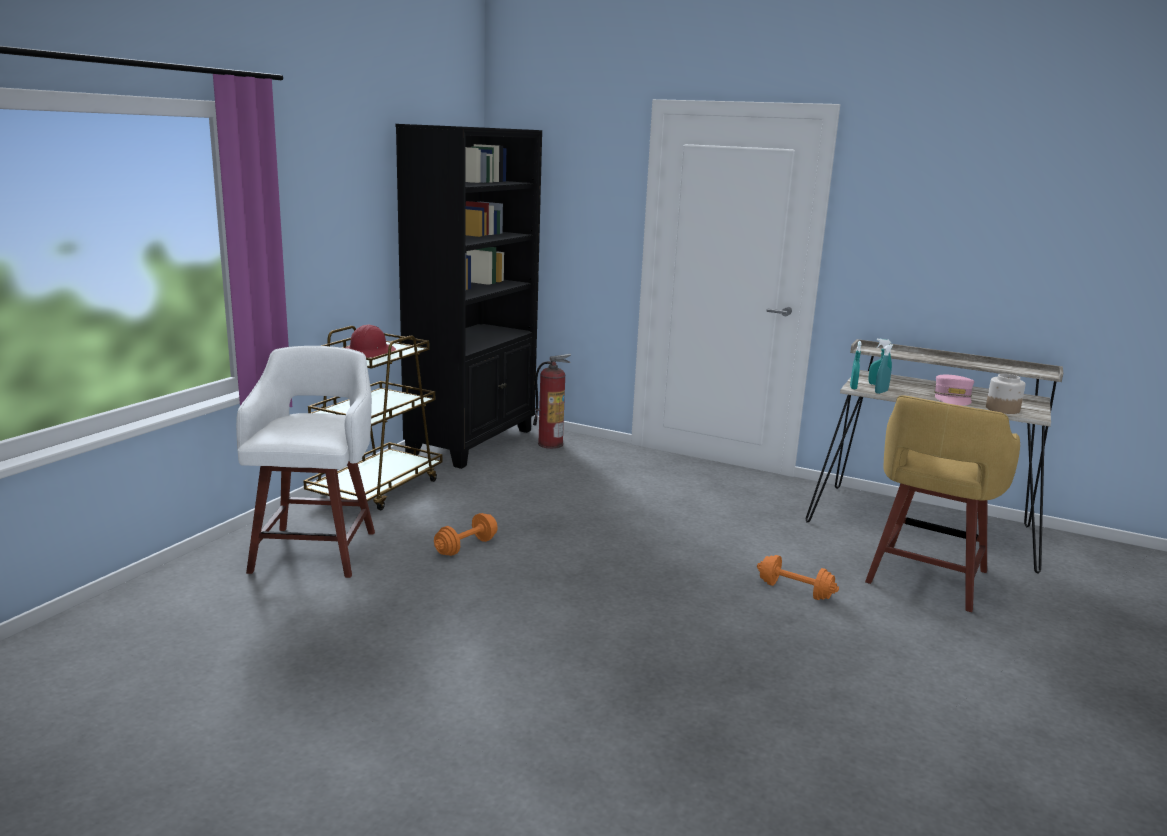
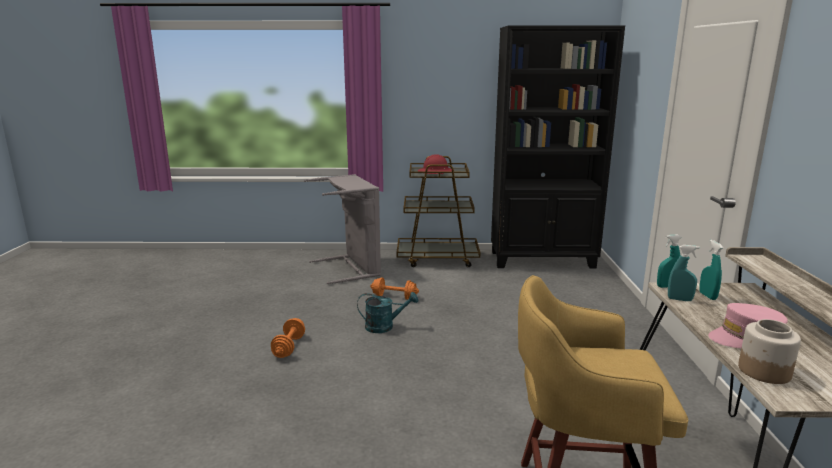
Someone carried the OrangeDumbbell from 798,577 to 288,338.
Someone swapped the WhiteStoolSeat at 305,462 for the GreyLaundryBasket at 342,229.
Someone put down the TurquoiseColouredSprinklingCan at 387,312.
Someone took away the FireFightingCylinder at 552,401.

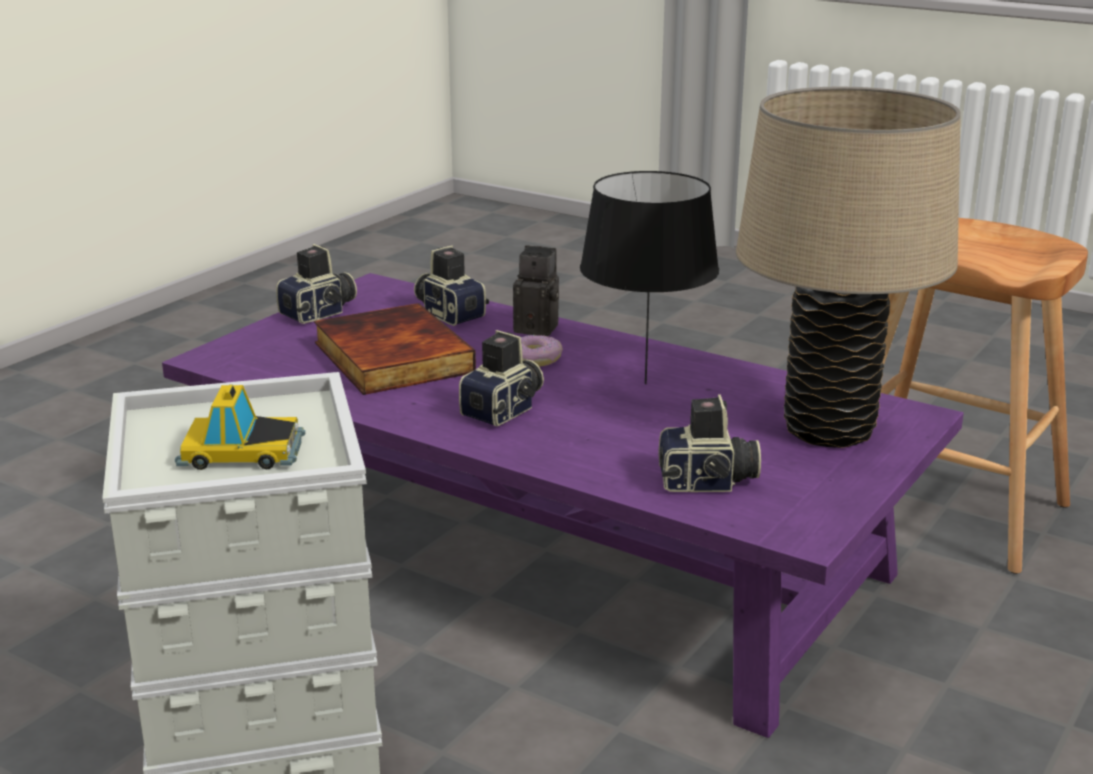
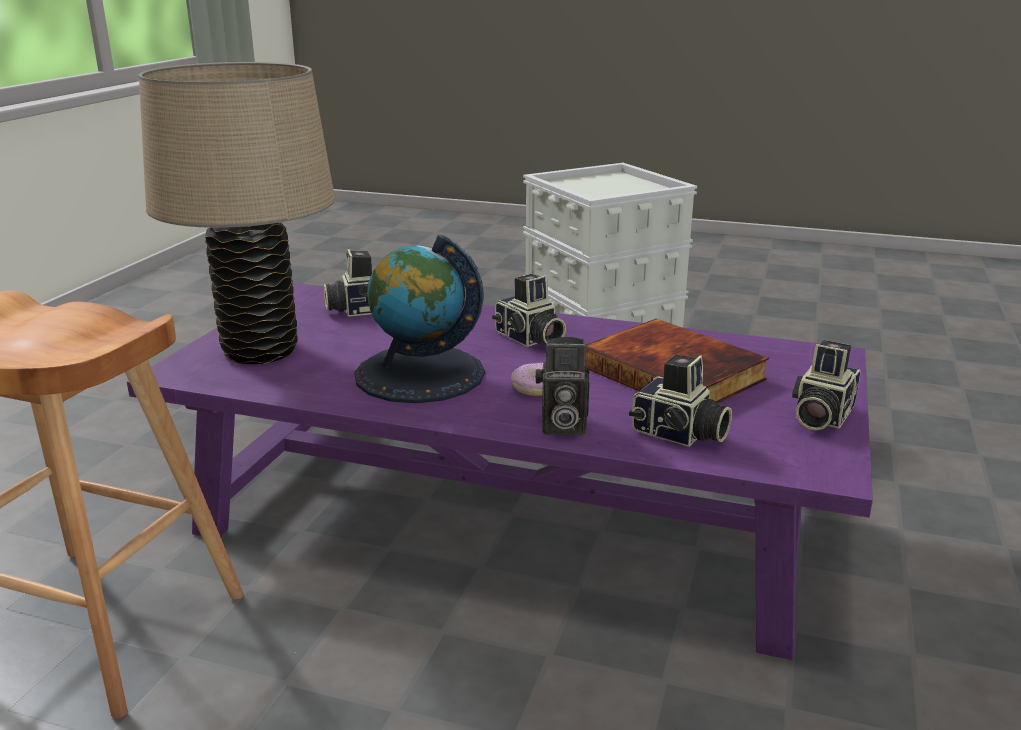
Someone swapped the BlackColouredLampForATable at 649,277 for the DeskGlobe at 419,318.
Someone rotated the PhotoCamera at 501,378 by 60 degrees counterclockwise.
Someone took away the ModelCar at 240,427.

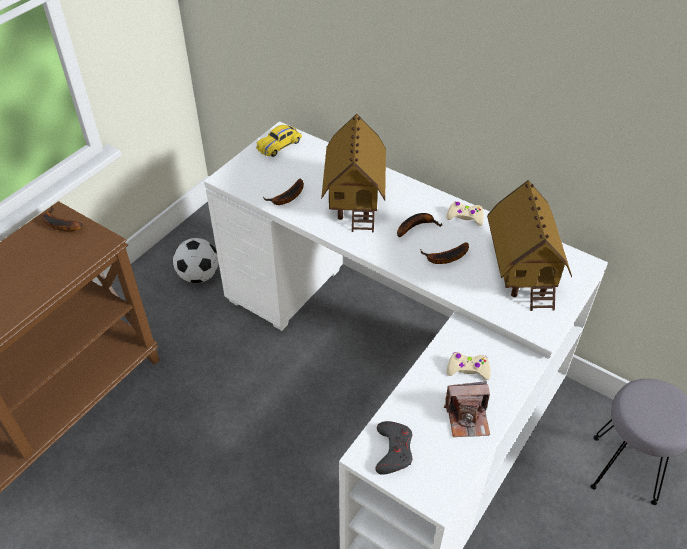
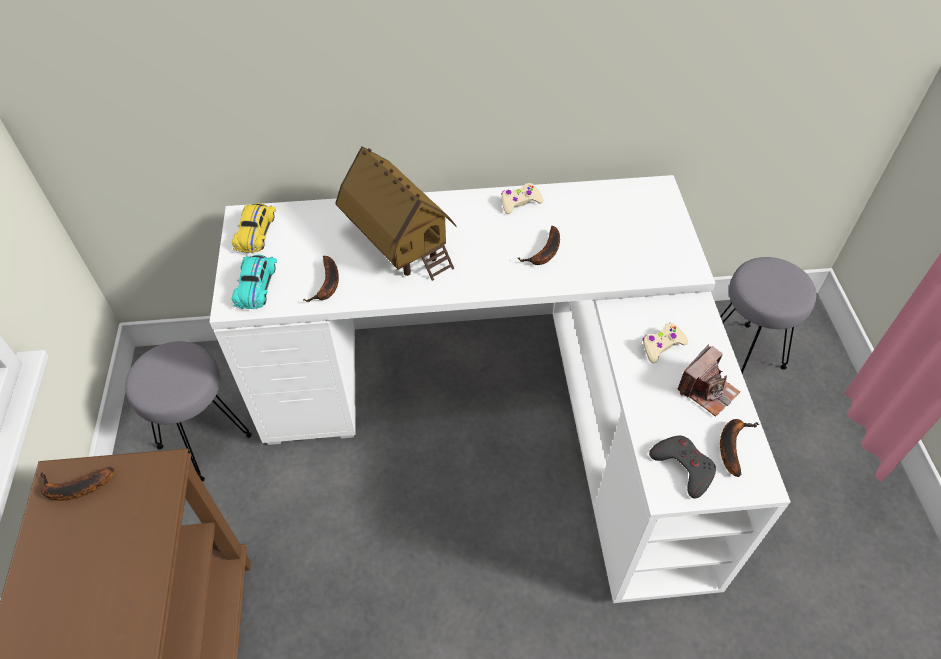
Someone swapped the FootballBall at 196,260 for the GreyStoolSeat at 188,411.
Someone put down the TurquoiseColouredModelCar at 254,282.
Someone carried the WholeBanana from 419,225 to 739,448.
Someone took away the ModelHouse at 529,245.

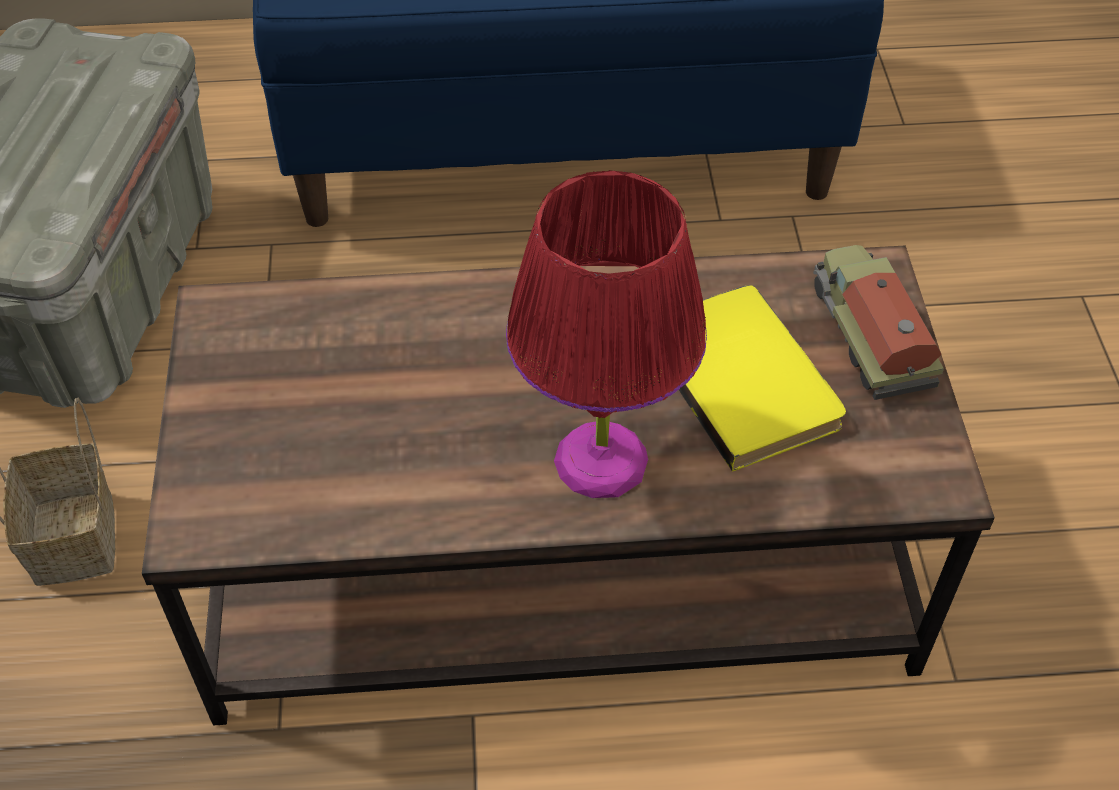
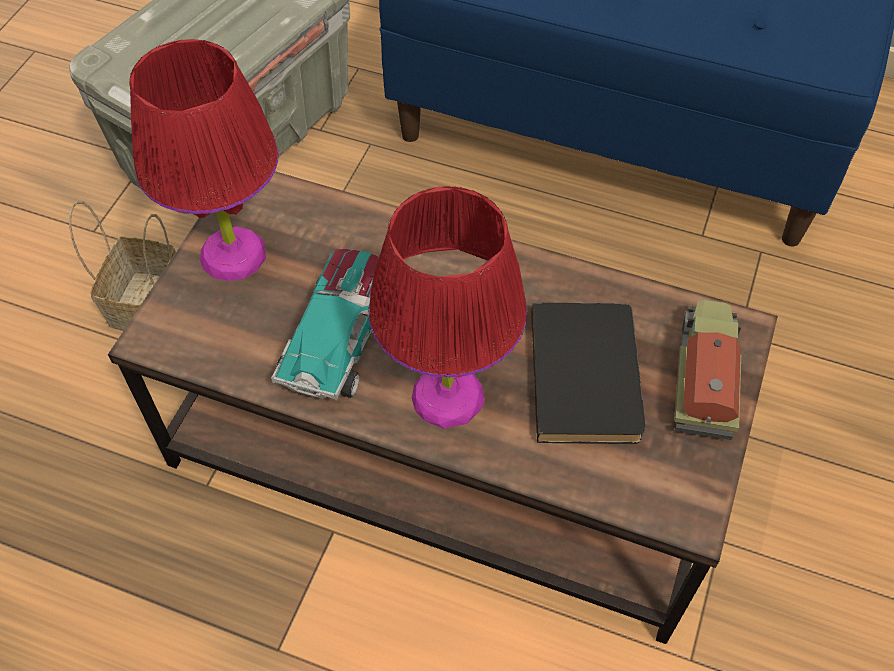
Someone put down the RedColouredLampForATable at 204,160.
Someone put down the ModelCar at 325,325.
Someone repainted the YellowBoundBook at 762,378, which became the BlackColouredBoundBook at 588,373.

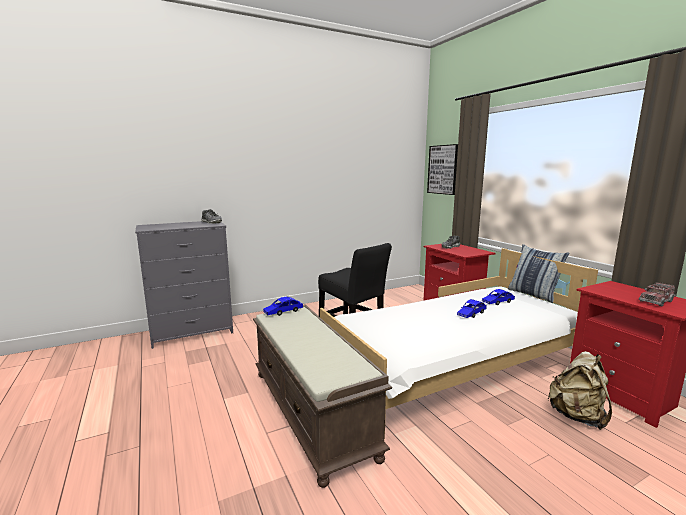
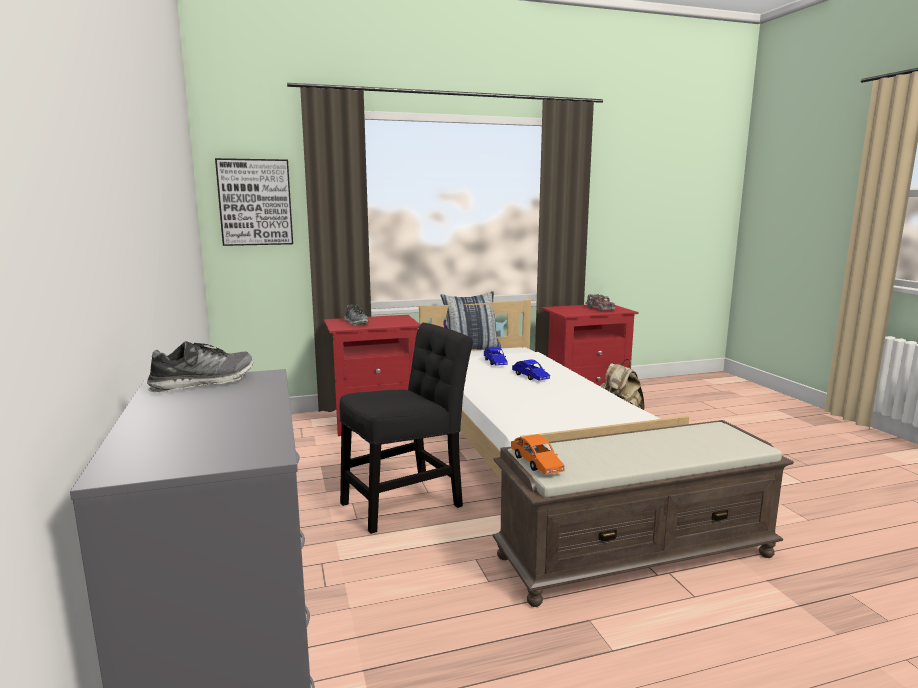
Someone repainted the BlueModelCar at 283,306, which became the OrangeModelCar at 538,454.

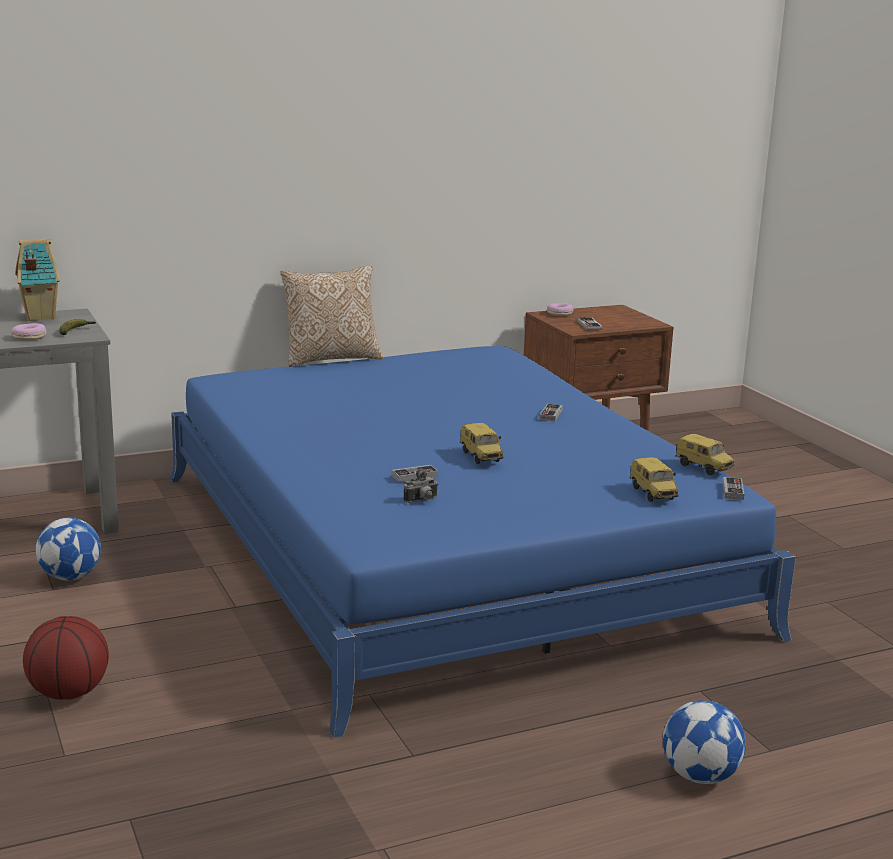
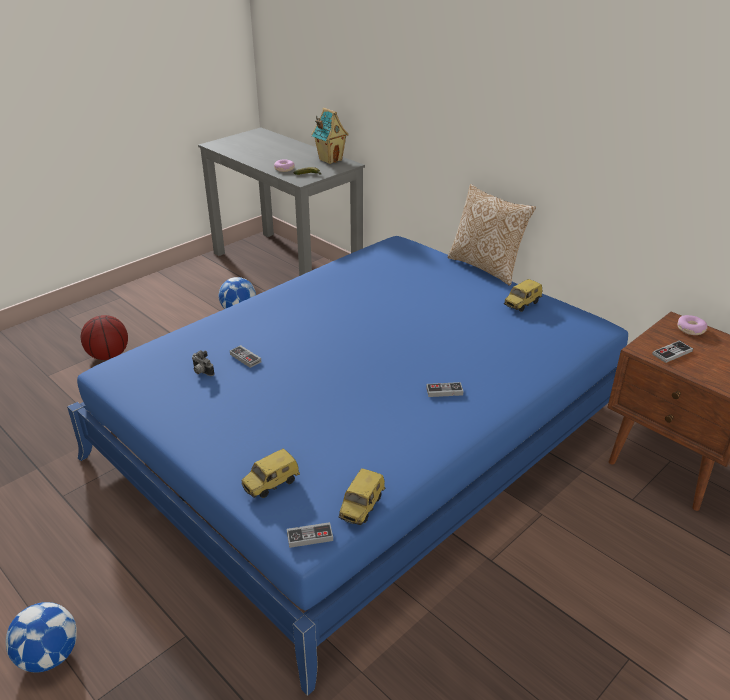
Someone carried the ModelCar from 482,443 to 523,295.

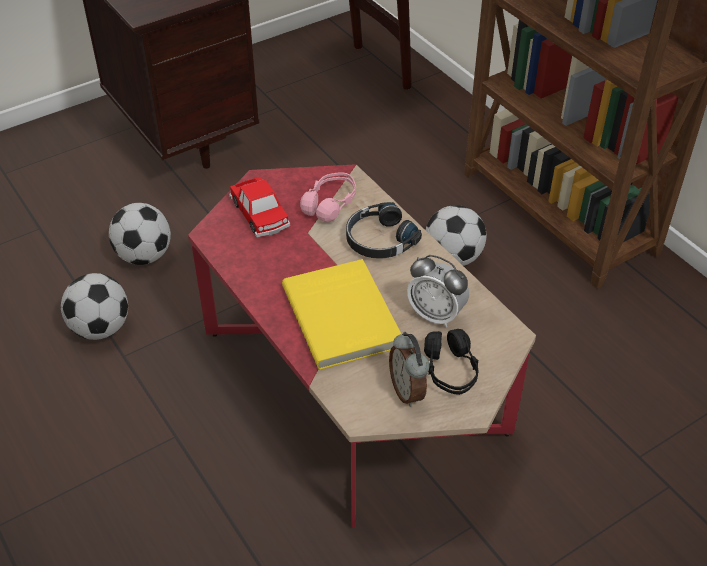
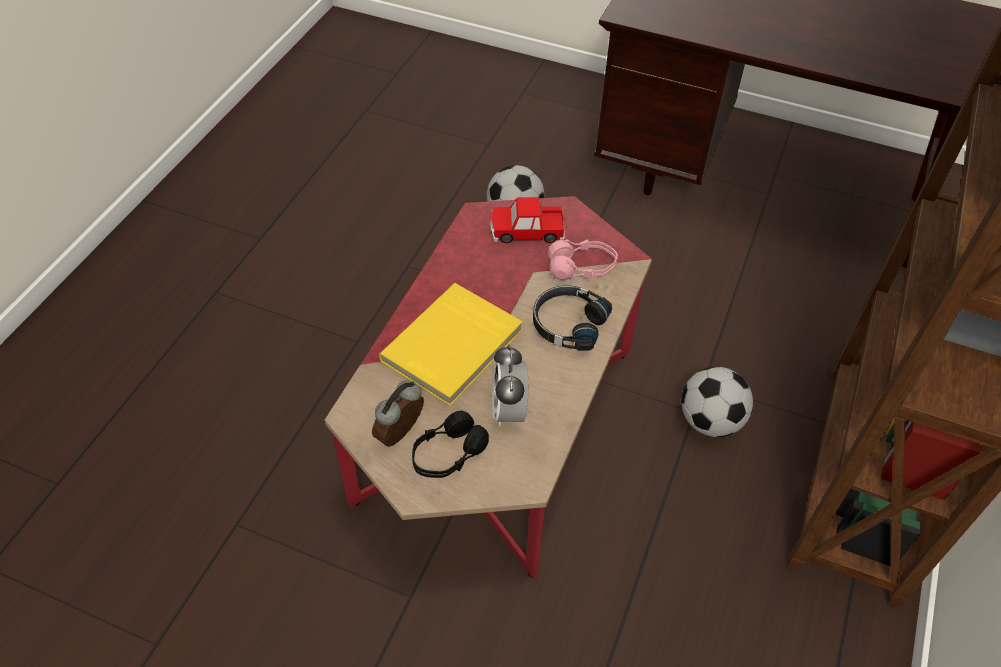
Someone rotated the ModelCar at 259,207 by 60 degrees clockwise.
Someone took away the FootballBall at 94,306.

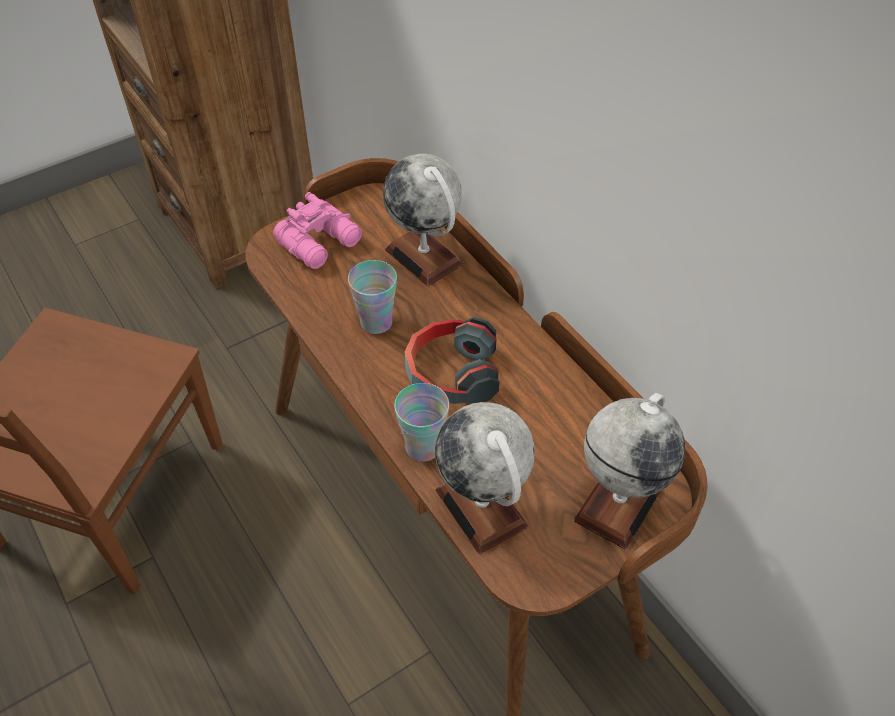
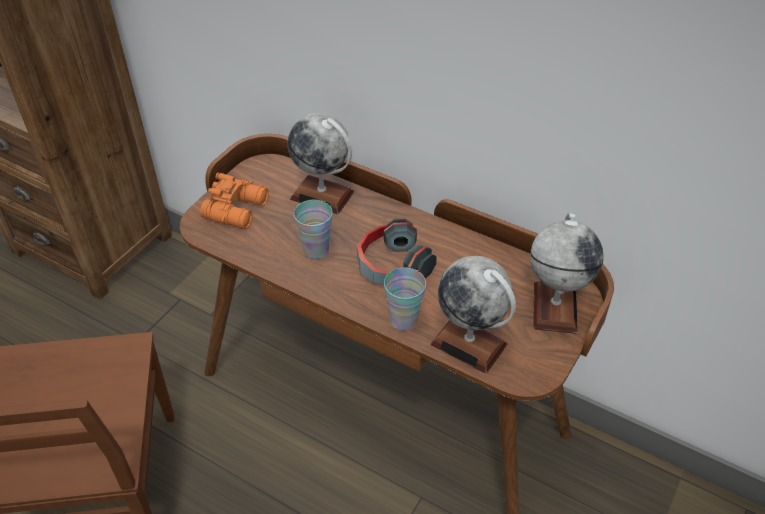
Someone repainted the PinkBinoculars at 317,230, which became the OrangeBinoculars at 234,201.

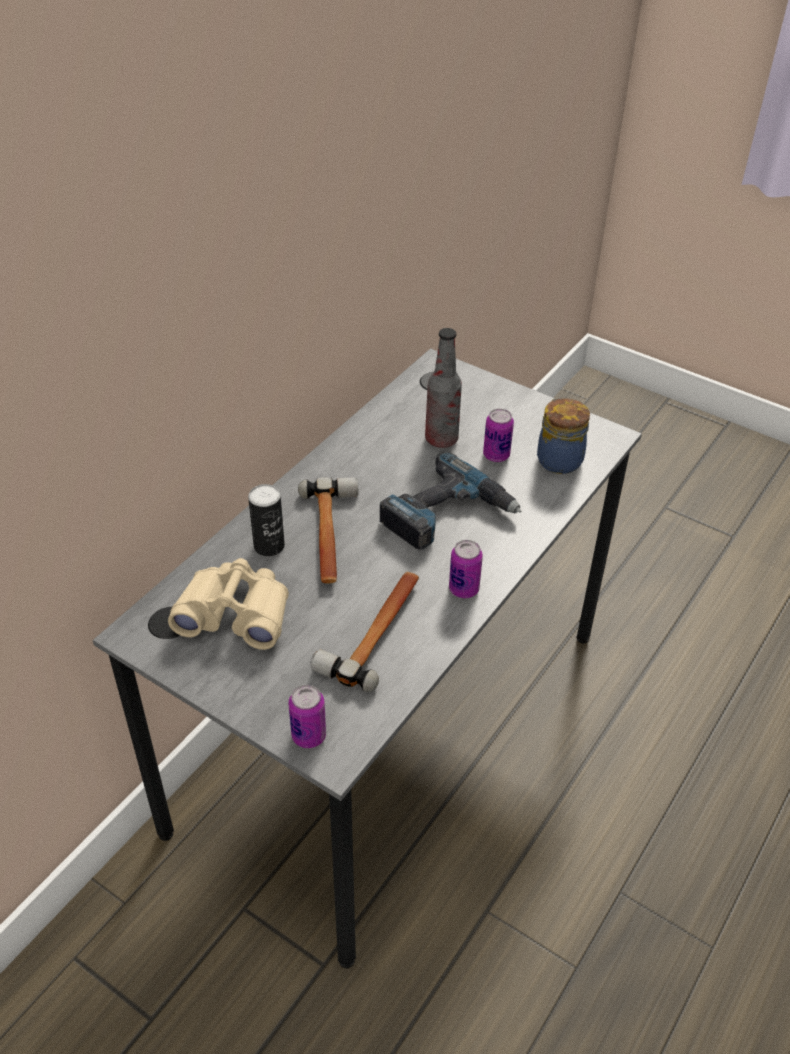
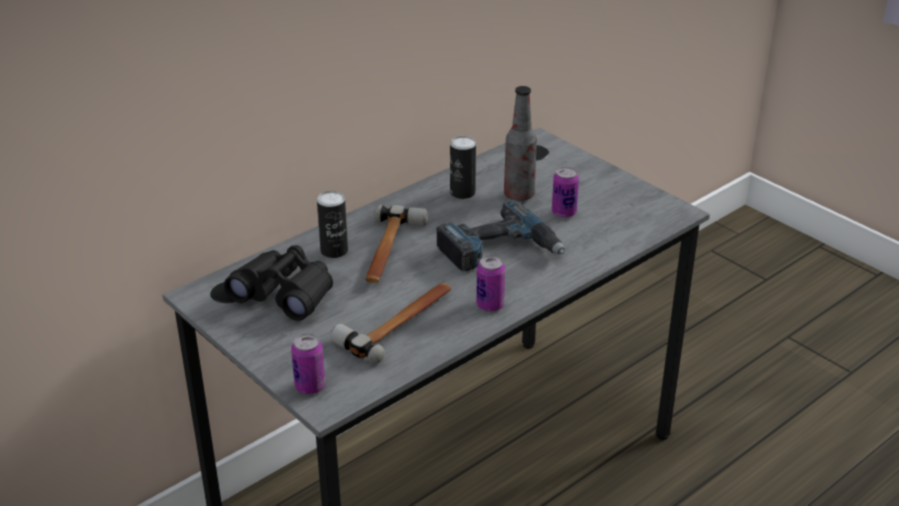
Someone repainted the BeigeBinoculars at 228,604, which became the BlackColouredBinoculars at 278,283.
Someone put down the Can at 463,167.
Someone took away the PreserveJar at 563,436.

